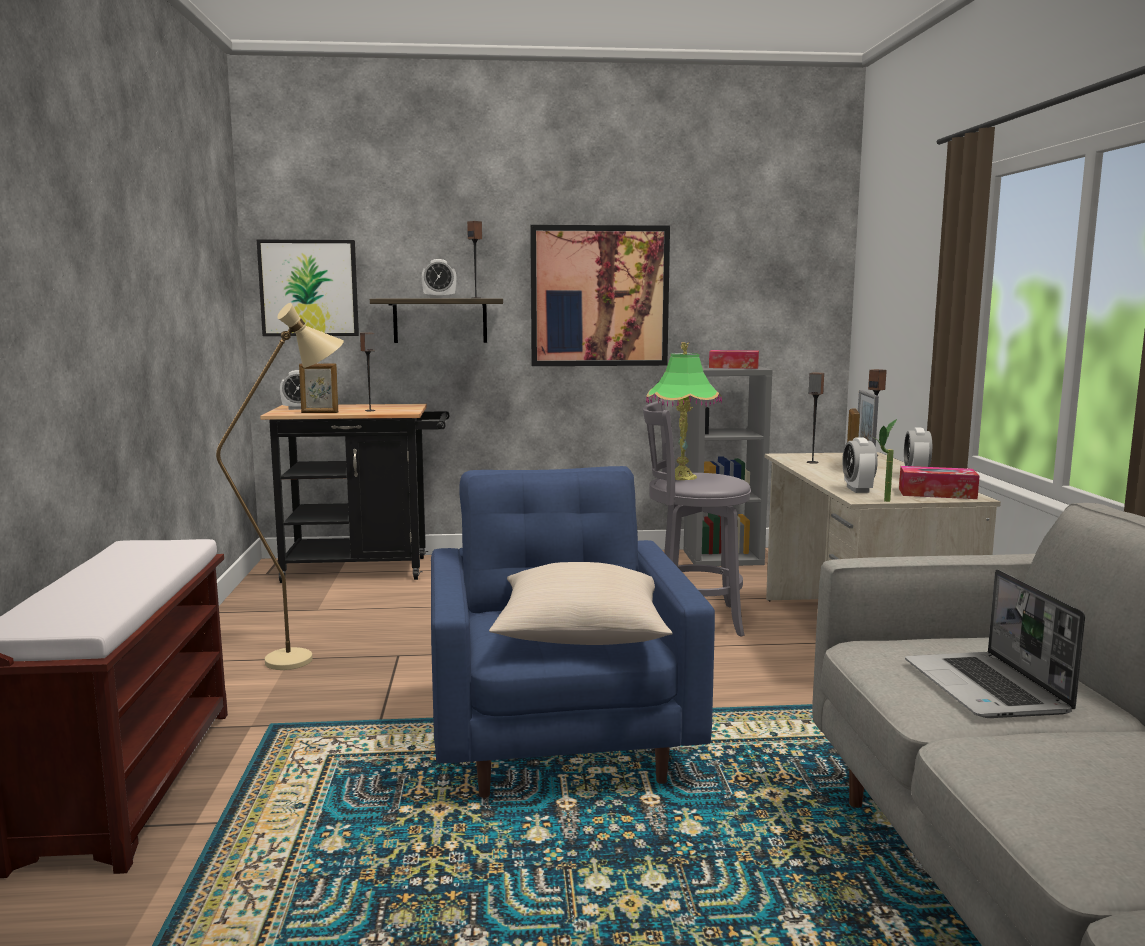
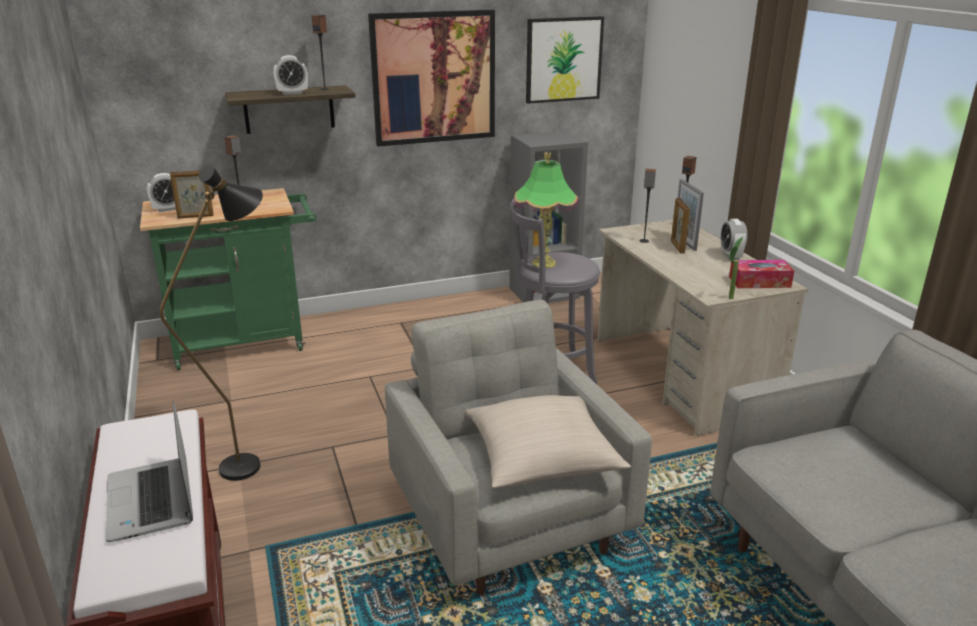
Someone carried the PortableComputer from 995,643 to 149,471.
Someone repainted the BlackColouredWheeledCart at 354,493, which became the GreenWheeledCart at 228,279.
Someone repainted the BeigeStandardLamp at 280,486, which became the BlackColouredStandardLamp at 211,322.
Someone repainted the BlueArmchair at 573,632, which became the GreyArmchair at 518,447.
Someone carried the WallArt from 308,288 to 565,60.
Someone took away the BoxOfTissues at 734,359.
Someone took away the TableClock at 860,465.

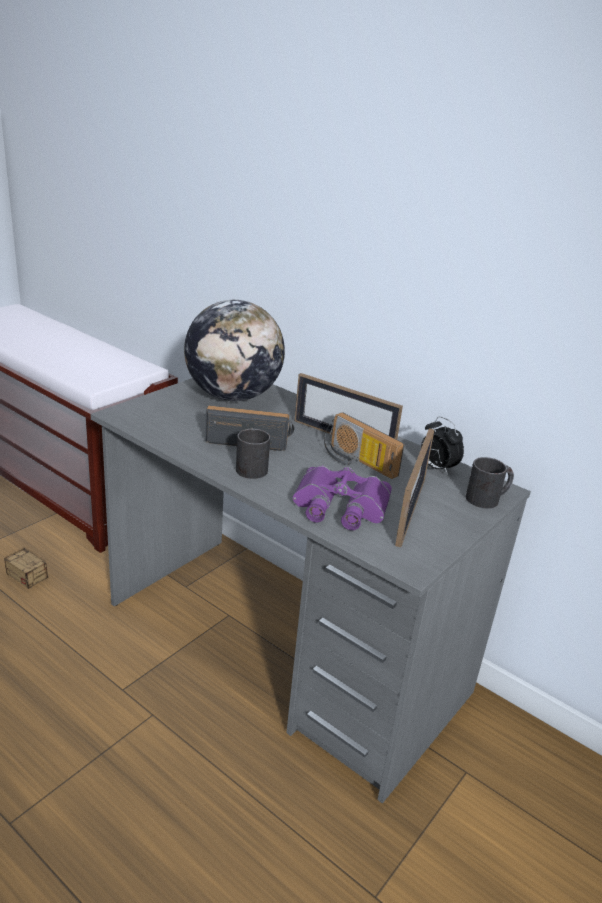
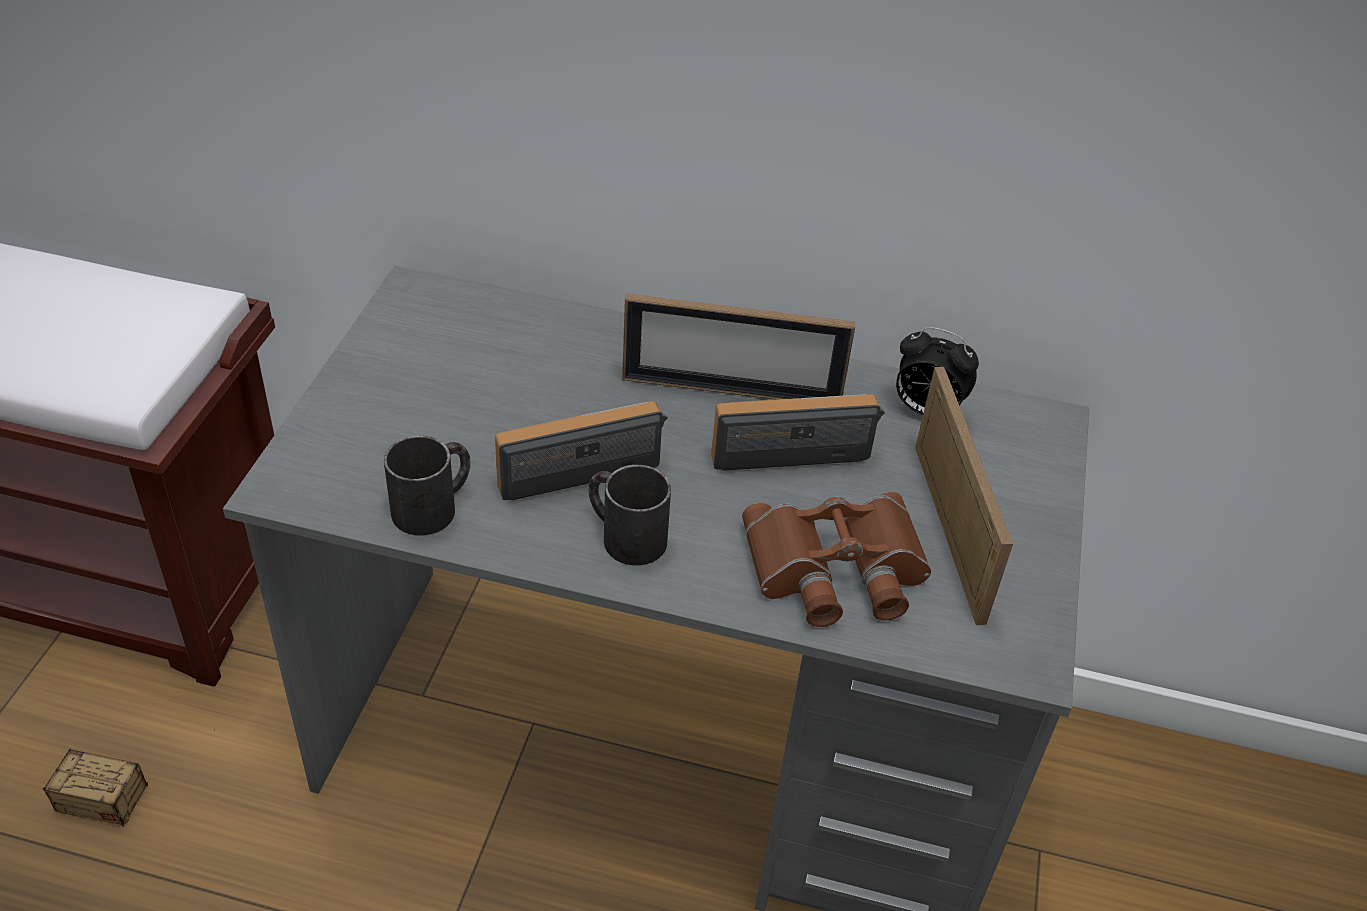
Someone carried the BlackColouredMug from 490,482 to 427,485.
Someone rotated the Radio at 364,445 by 150 degrees clockwise.
Someone repainted the PurpleColouredBinoculars at 342,497, which became the BrownBinoculars at 836,559.
Someone took away the DeskGlobe at 234,350.

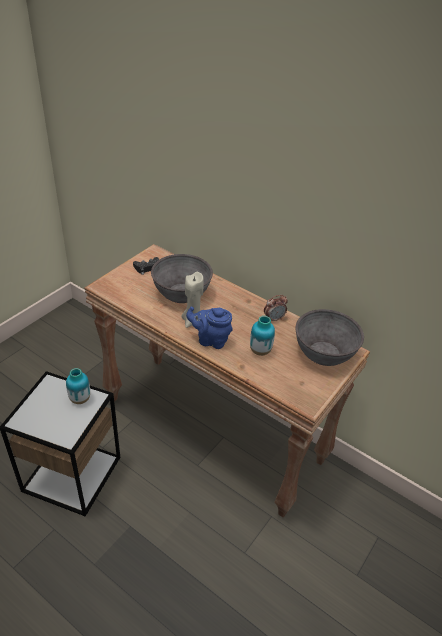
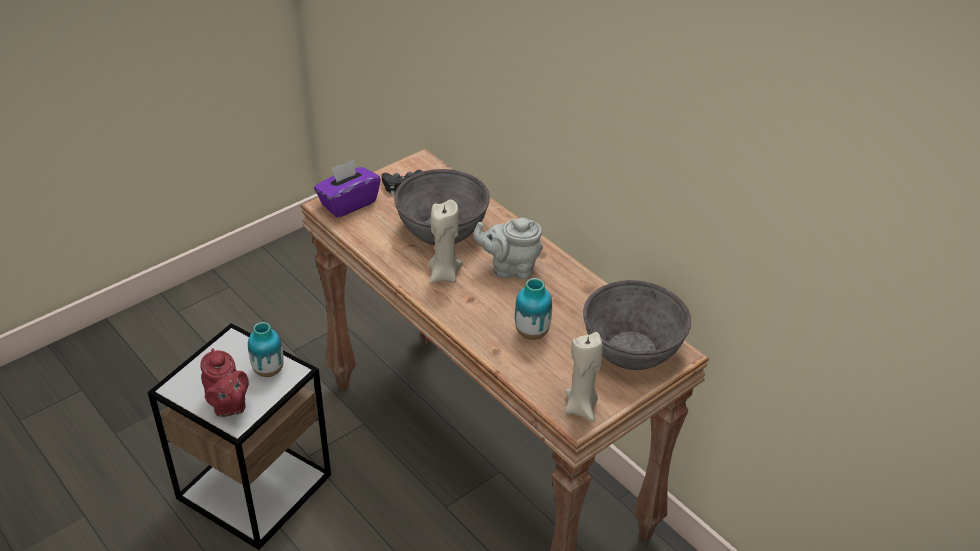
Someone put down the RedColouredTeapot at 224,382.
Someone put down the PurpleColouredBoxOfTissues at 347,189.
Someone put down the GreyTeapot at 508,248.
Someone put down the BeigeWaxLight at 584,377.
Someone took away the BlueTeapot at 209,327.
Someone took away the TableClock at 276,308.

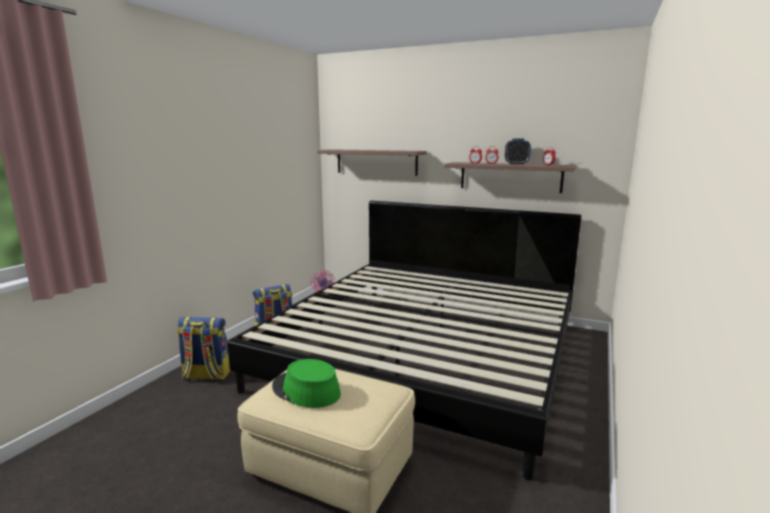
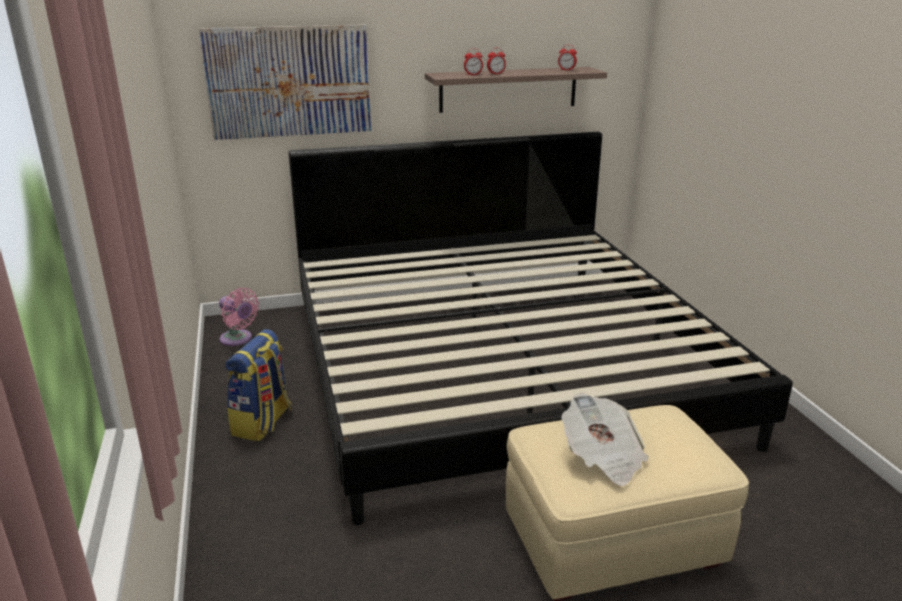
Someone swapped the WallShelf at 372,162 for the WallArt at 285,82.
Someone swapped the GreenHat at 306,383 for the DailyPaper at 605,439.
Someone took away the Rucksack at 203,348.
Someone took away the TableClock at 518,152.

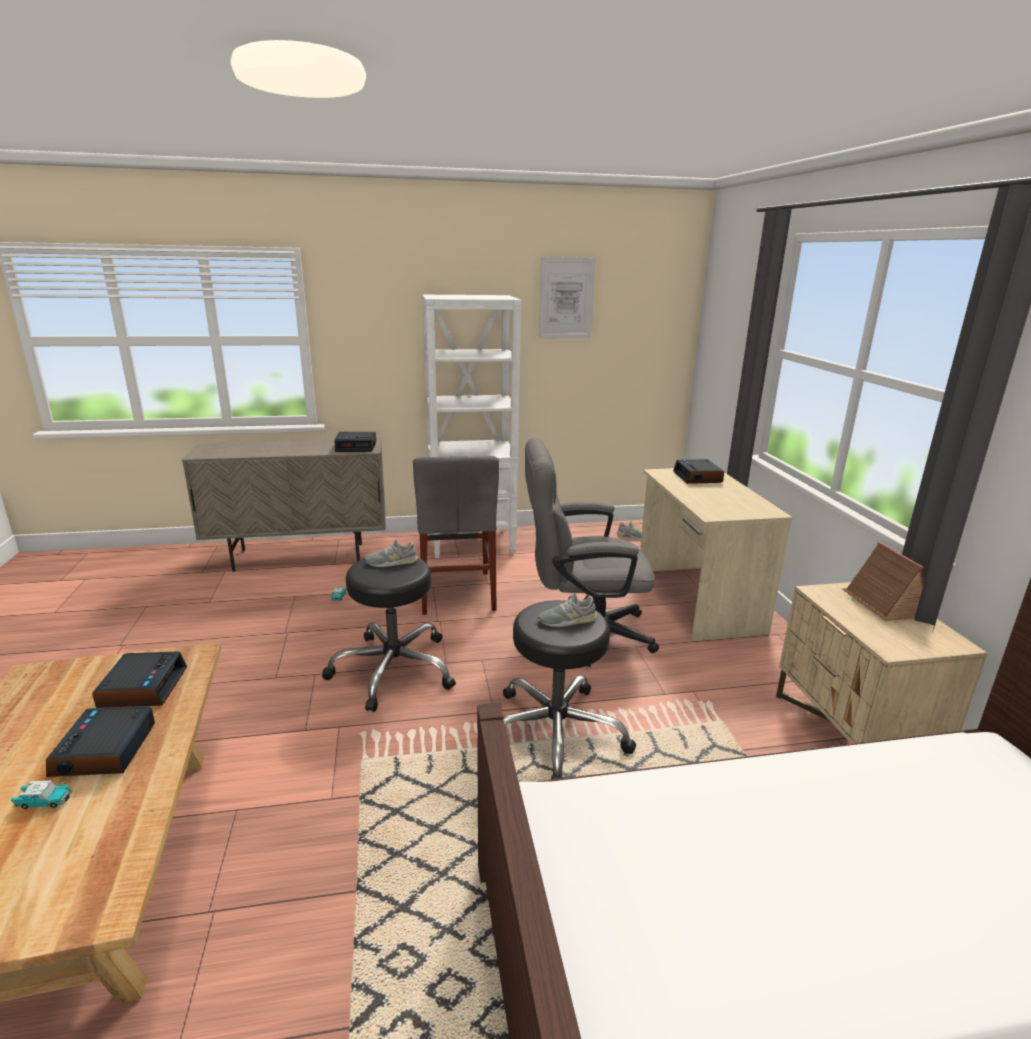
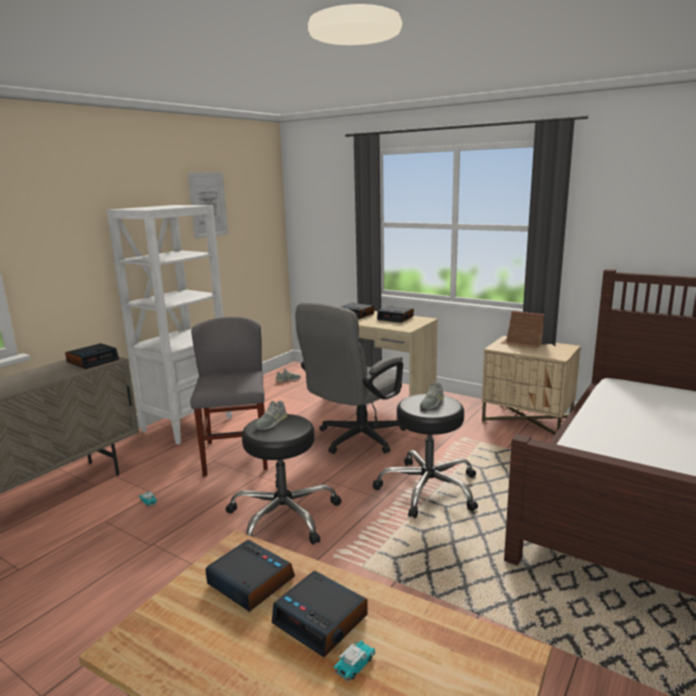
Someone rotated the GreyUprightChair at 456,535 by 135 degrees counterclockwise.
Someone put down the TableClock at 395,314.

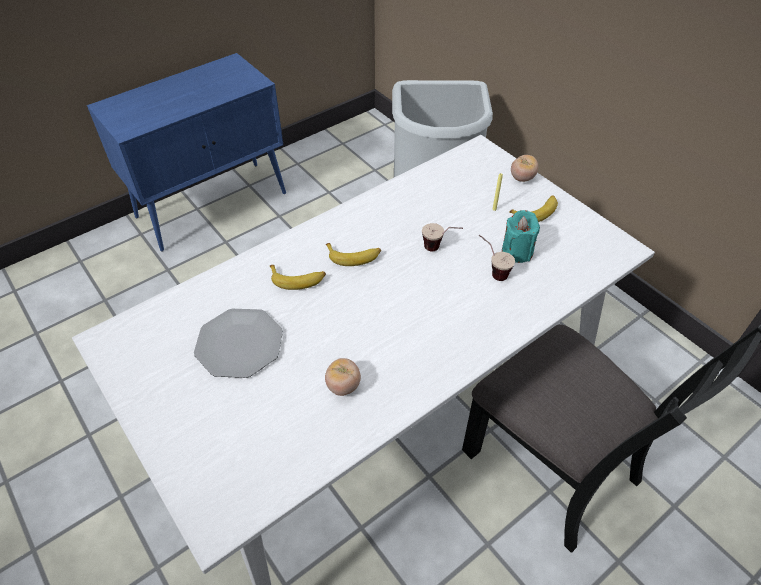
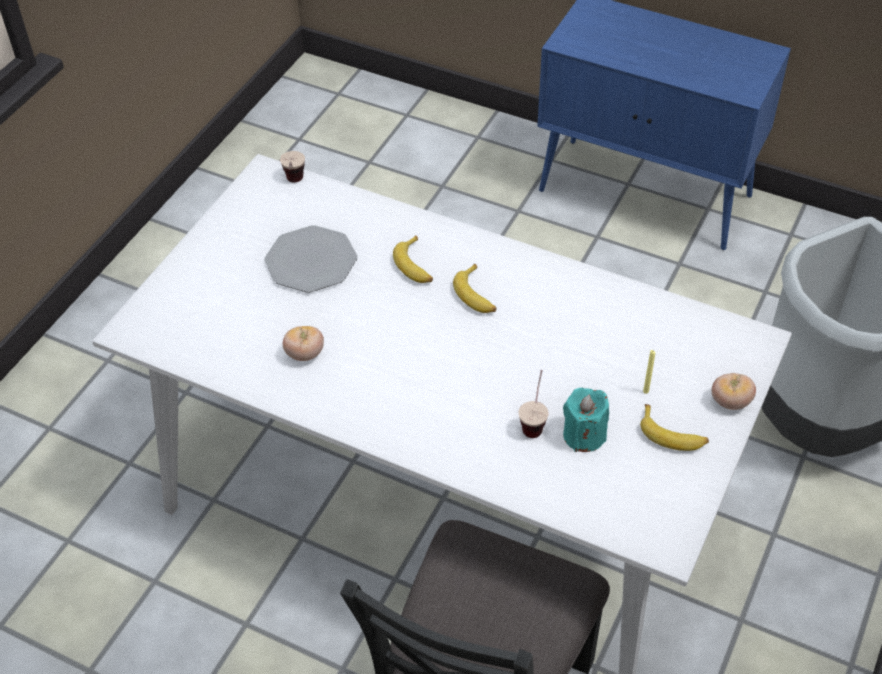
Someone carried the SmallCup from 442,237 to 292,167.

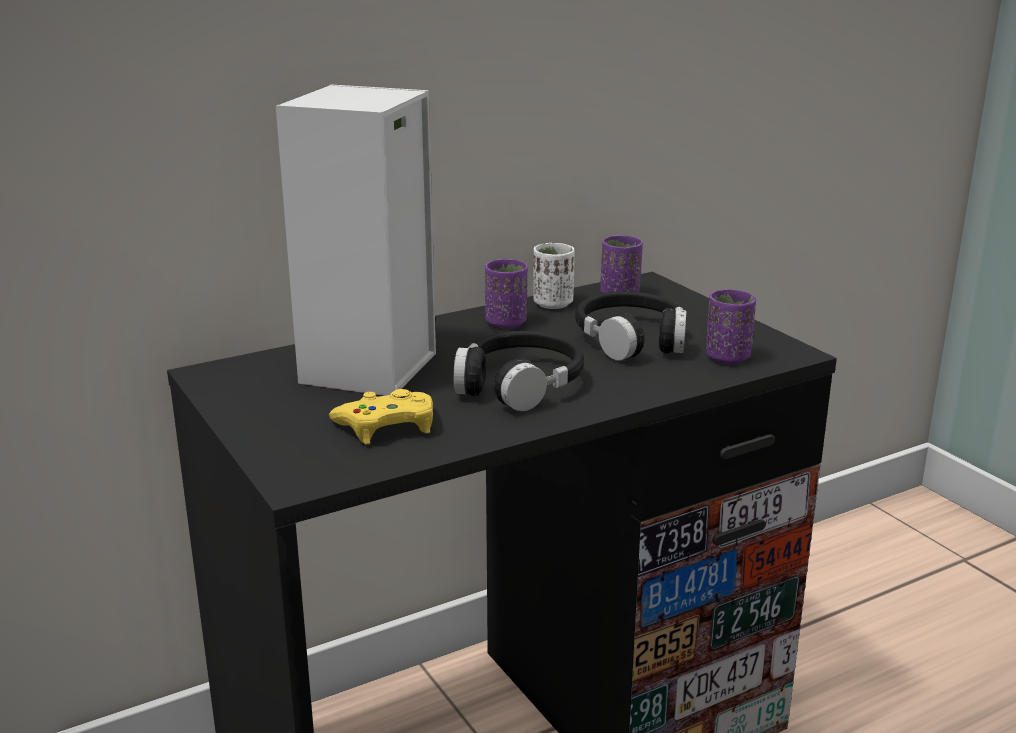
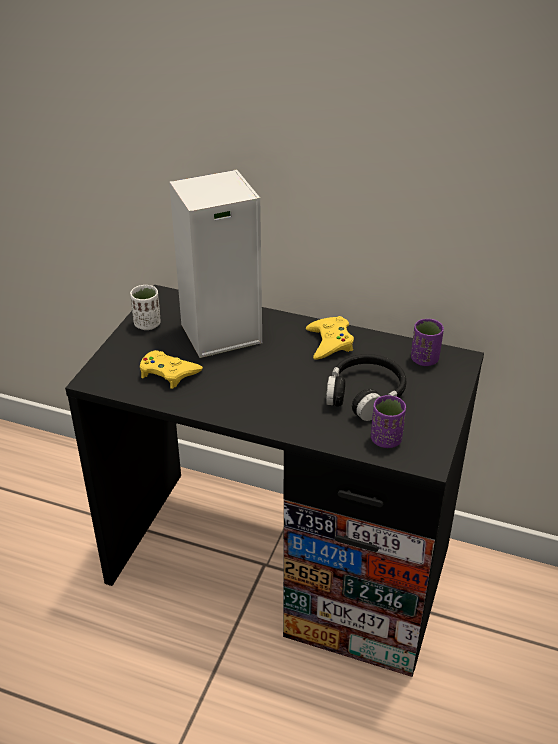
Someone carried the WhiteSmallCup from 554,276 to 145,307.
Someone swapped the PurpleColouredSmallCup at 506,294 for the YellowGamepad at 330,338.
Someone took away the BlackColouredHeadphones at 519,371.

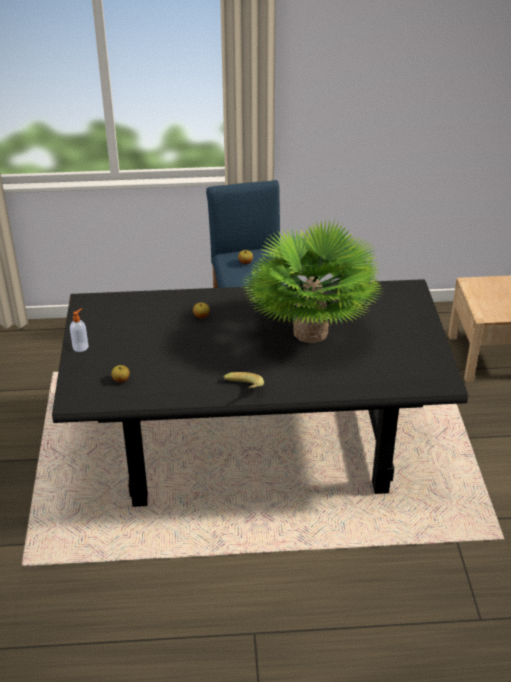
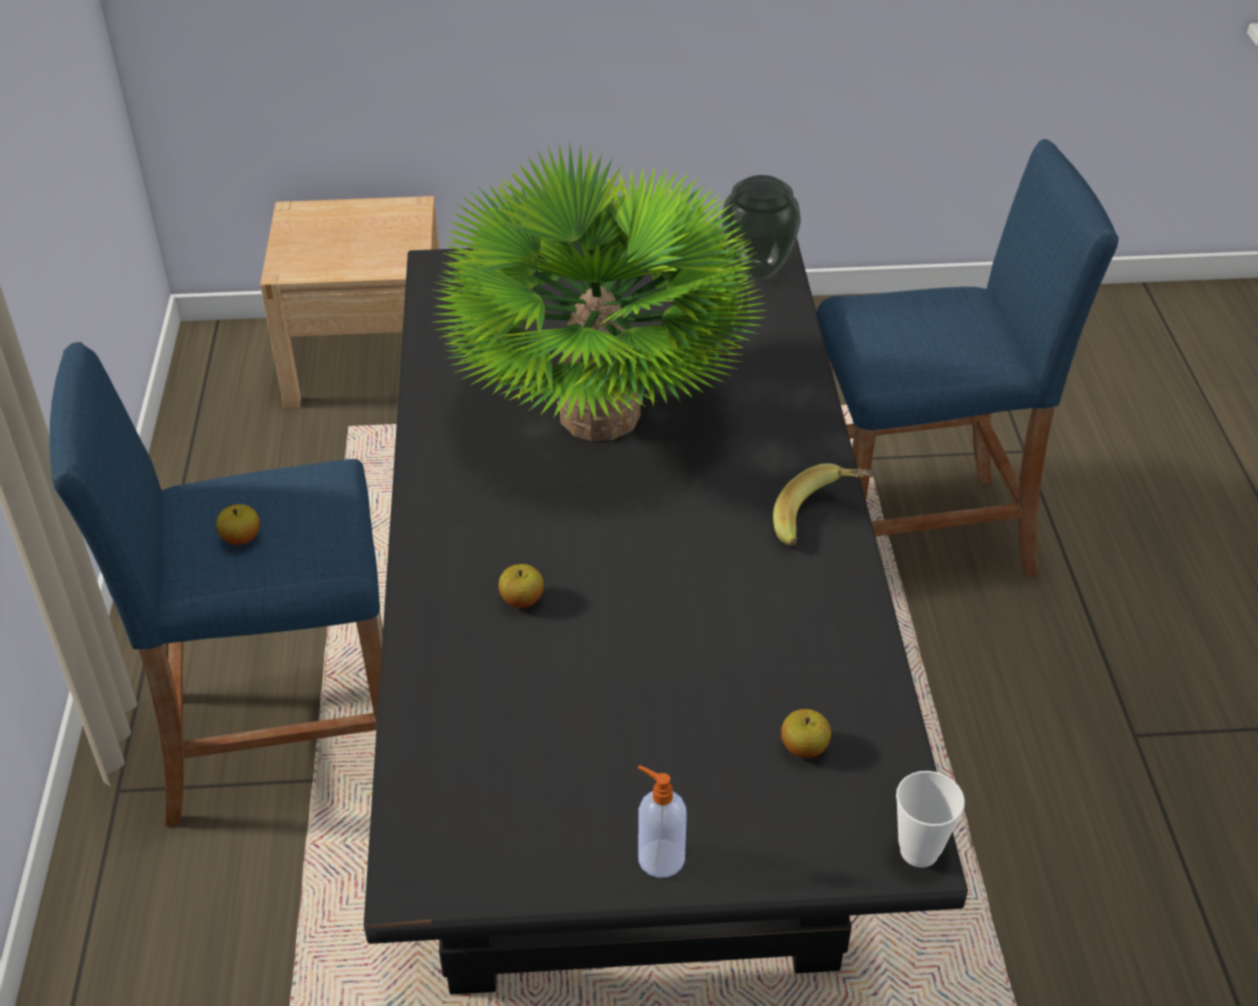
Someone put down the Vase at 761,227.
Someone put down the BlueStoolSeat at 968,358.
Someone put down the SmallCup at 930,819.

